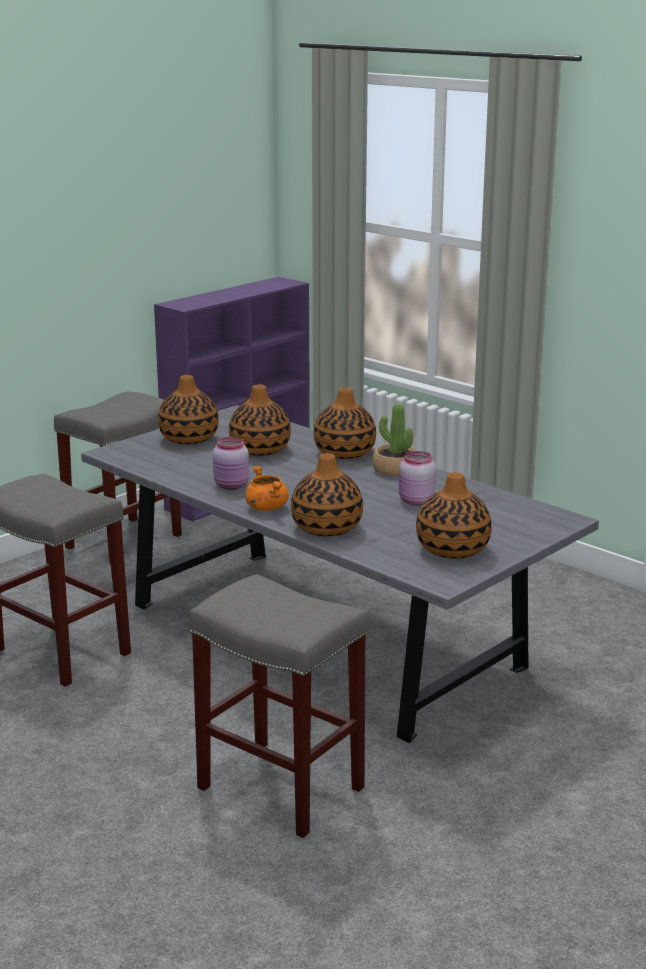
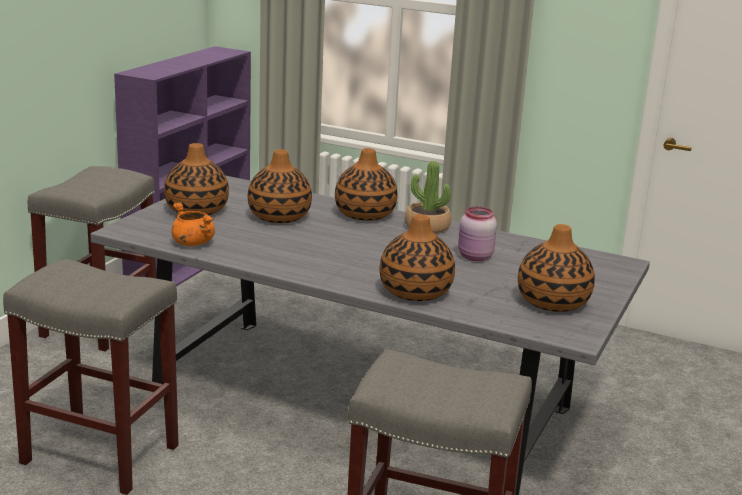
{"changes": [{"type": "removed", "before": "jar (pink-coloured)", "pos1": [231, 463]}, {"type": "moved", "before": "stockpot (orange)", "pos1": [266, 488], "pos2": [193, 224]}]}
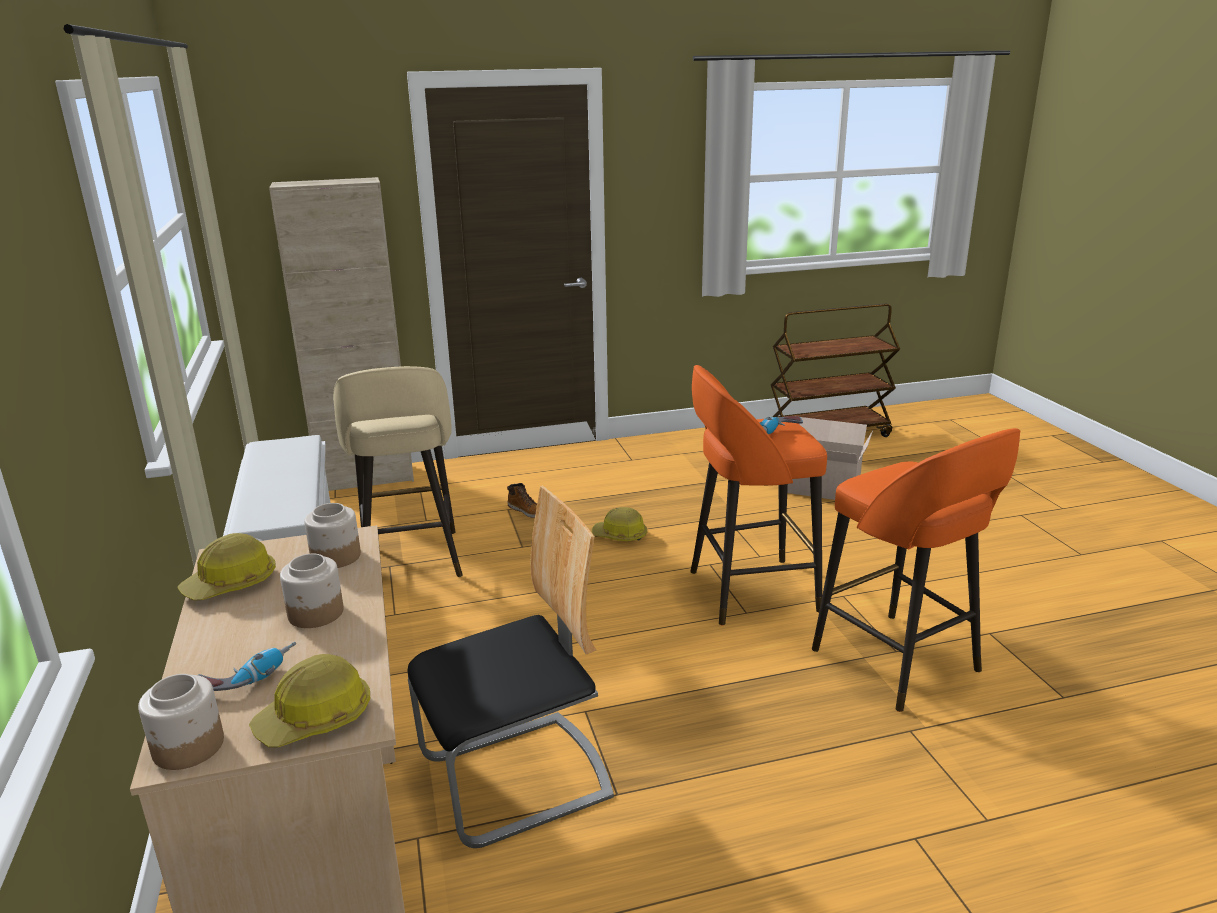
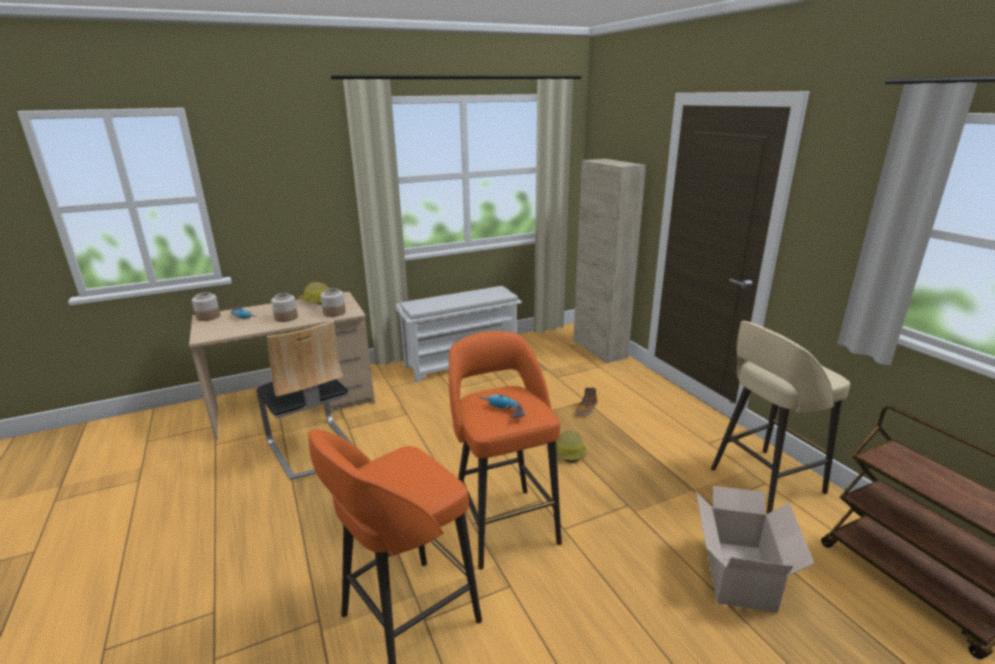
{"changes": [{"type": "removed", "before": "work helmet", "pos1": [309, 700]}, {"type": "moved", "before": "stool (beige)", "pos1": [398, 471], "pos2": [780, 417]}]}
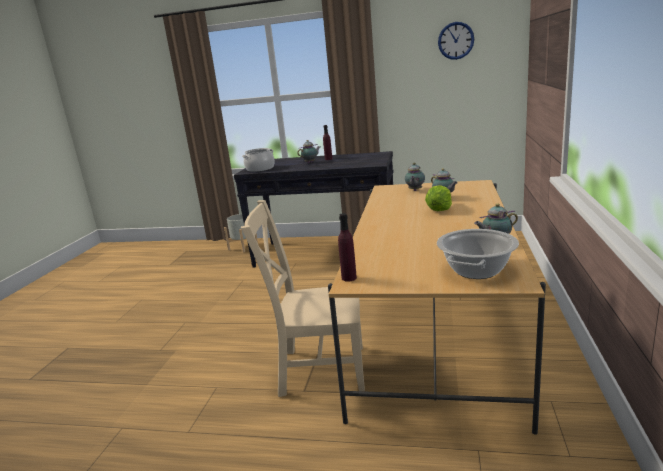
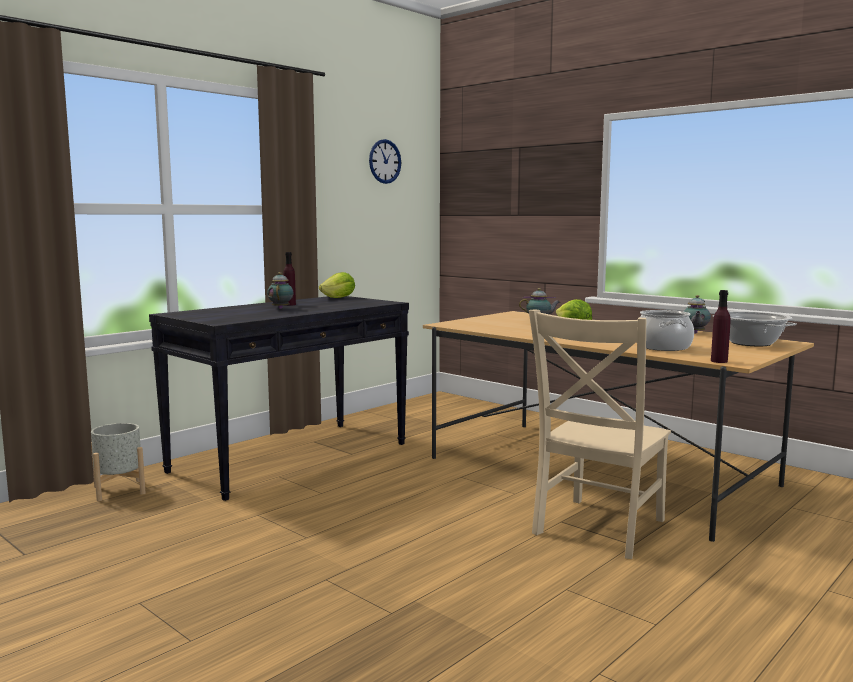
{"changes": [{"type": "removed", "before": "teapot", "pos1": [415, 177]}, {"type": "added", "after": "lettuce", "pos2": [337, 285]}, {"type": "moved", "before": "stockpot", "pos1": [258, 160], "pos2": [667, 330]}]}
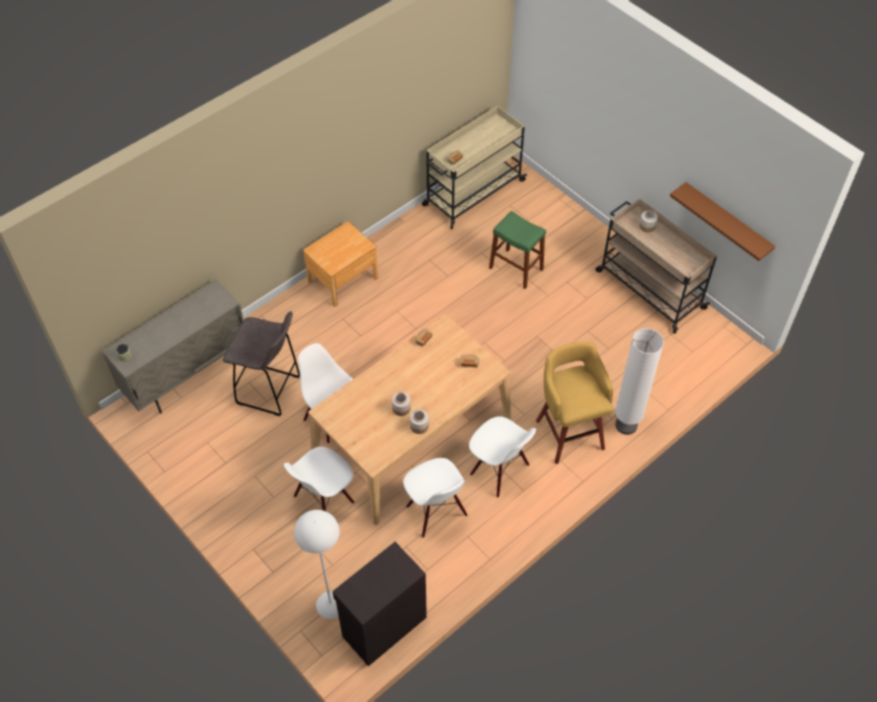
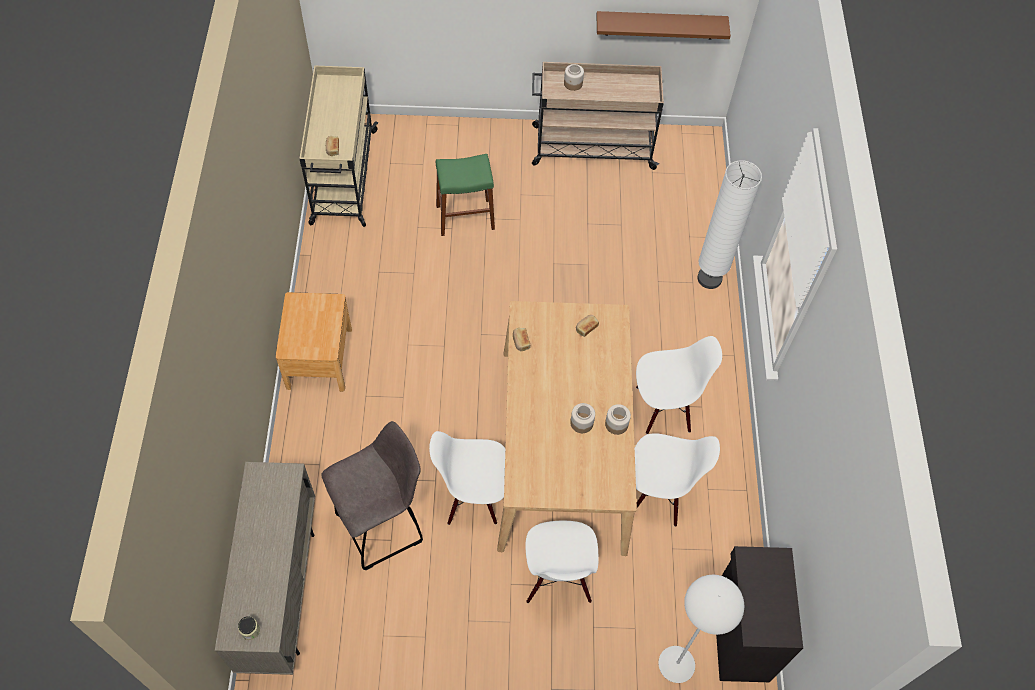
{"changes": [{"type": "removed", "before": "stool (yellow-coloured)", "pos1": [574, 403]}]}
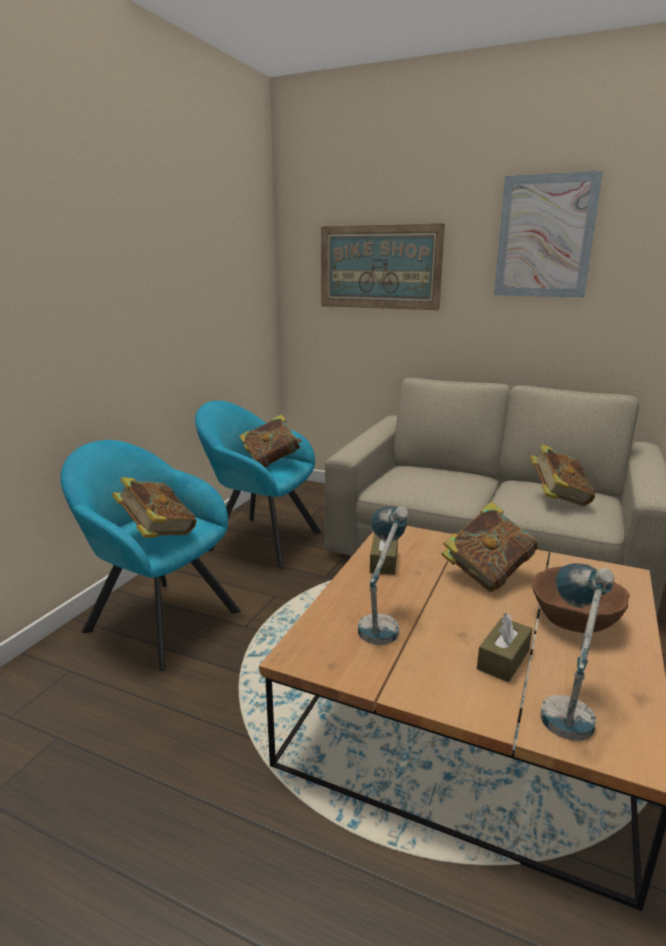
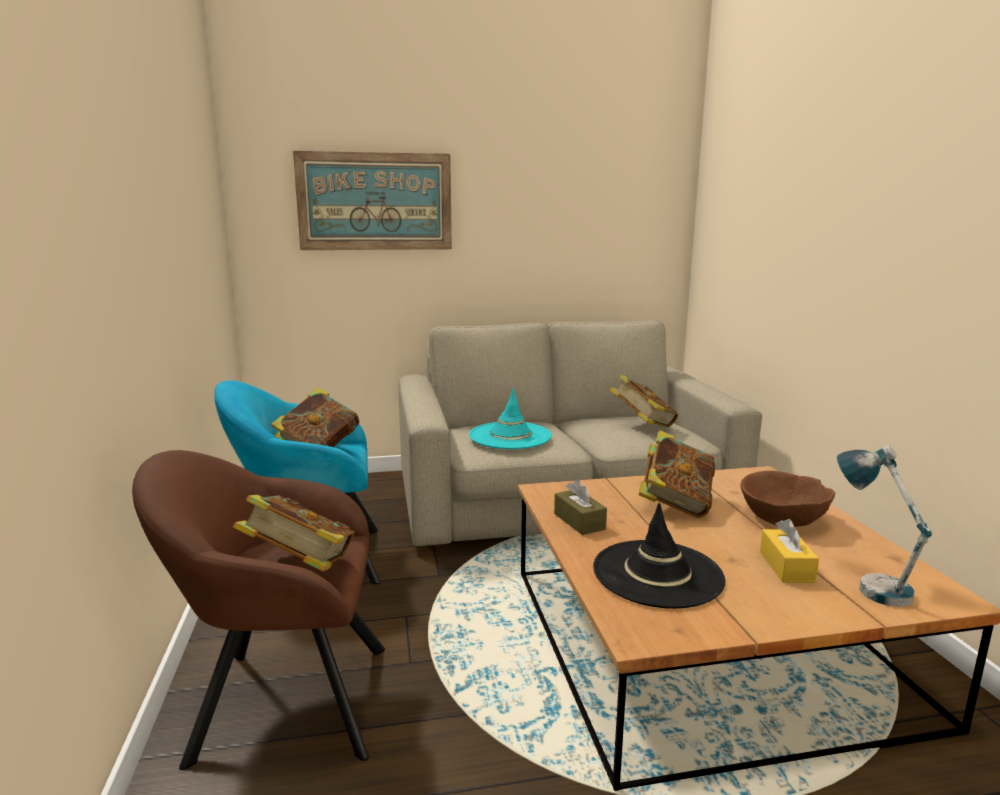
{"changes": [{"type": "removed", "before": "wall picture", "pos1": [548, 234]}, {"type": "added", "after": "hat (turquoise-coloured)", "pos2": [510, 418]}, {"type": "replaced", "before": "table lamp", "after": "hat (black)", "pos1": [383, 575], "pos2": [659, 555]}, {"type": "recoloured", "before": "armchair (turquoise-coloured)", "after": "armchair (brown-coloured)", "pos1": [150, 555], "pos2": [258, 610]}, {"type": "recoloured", "before": "tissue holder (brown-coloured)", "after": "tissue holder (yellow-coloured)", "pos1": [505, 647], "pos2": [789, 551]}]}
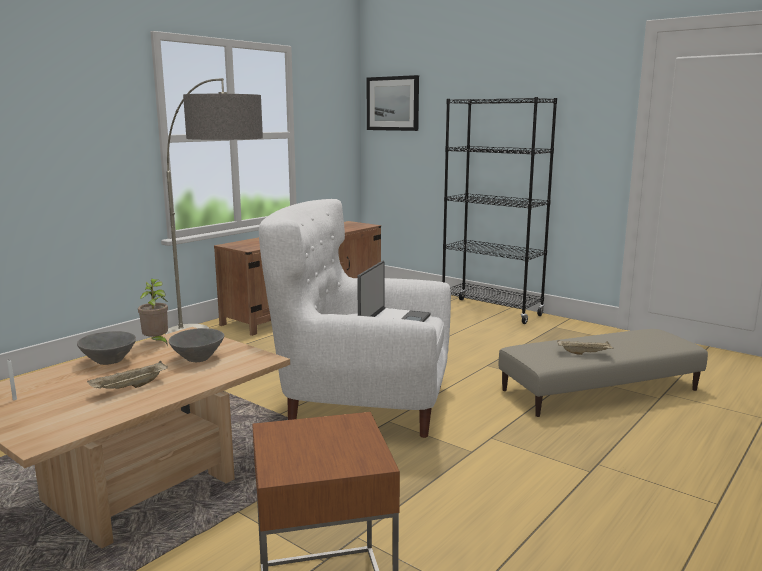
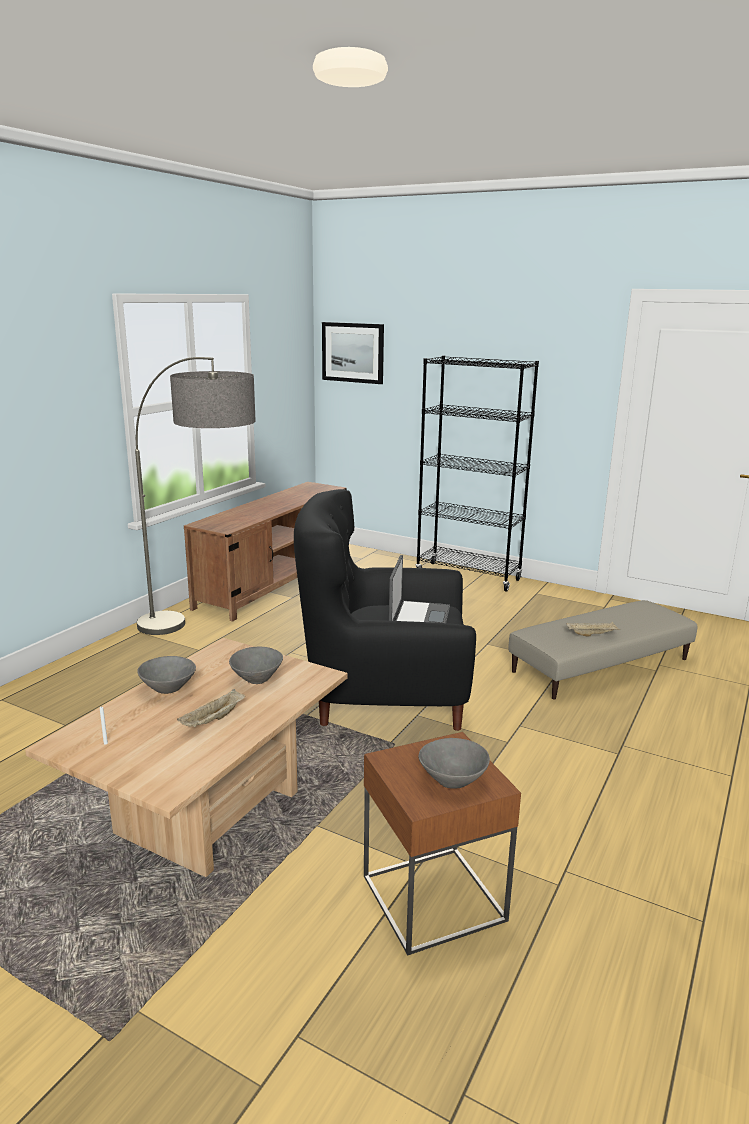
{"changes": [{"type": "removed", "before": "potted plant", "pos1": [153, 311]}, {"type": "added", "after": "serving bowl (grey)", "pos2": [454, 763]}, {"type": "recoloured", "before": "armchair (whitish)", "after": "armchair (black)", "pos1": [355, 318], "pos2": [385, 610]}]}
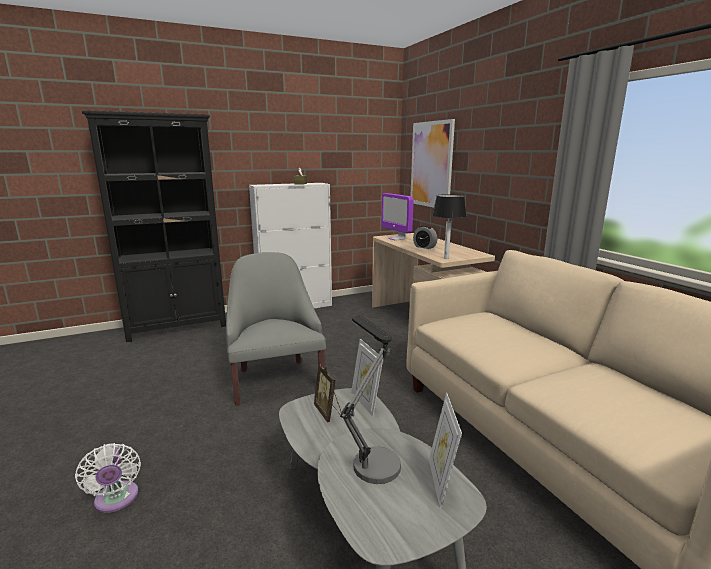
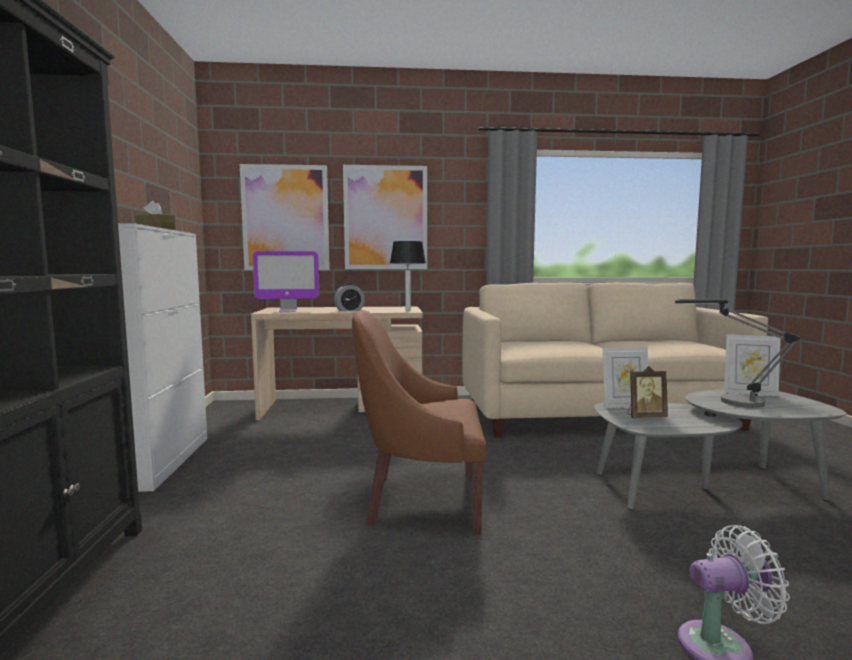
{"changes": [{"type": "added", "after": "wall picture", "pos2": [385, 217]}, {"type": "recoloured", "before": "armchair (grey)", "after": "armchair (brown-coloured)", "pos1": [276, 329], "pos2": [419, 422]}]}
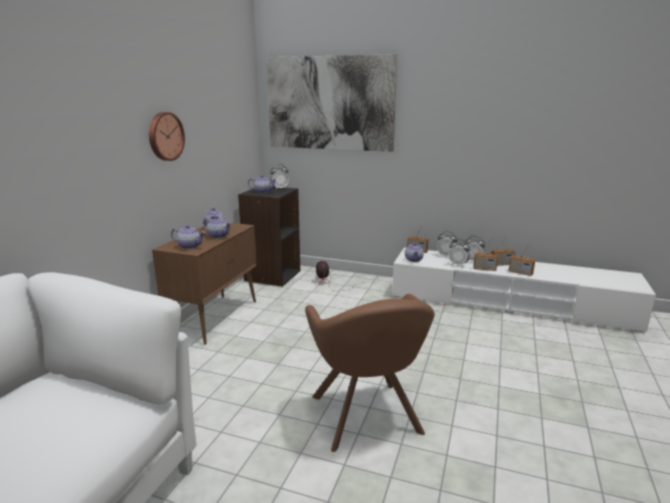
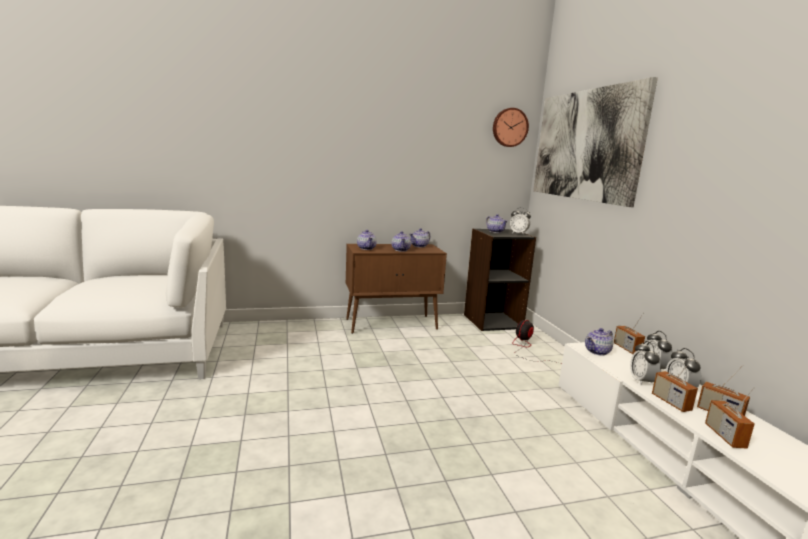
{"changes": [{"type": "removed", "before": "armchair (brown-coloured)", "pos1": [370, 373]}, {"type": "moved", "before": "wall clock", "pos1": [167, 136], "pos2": [511, 127]}]}
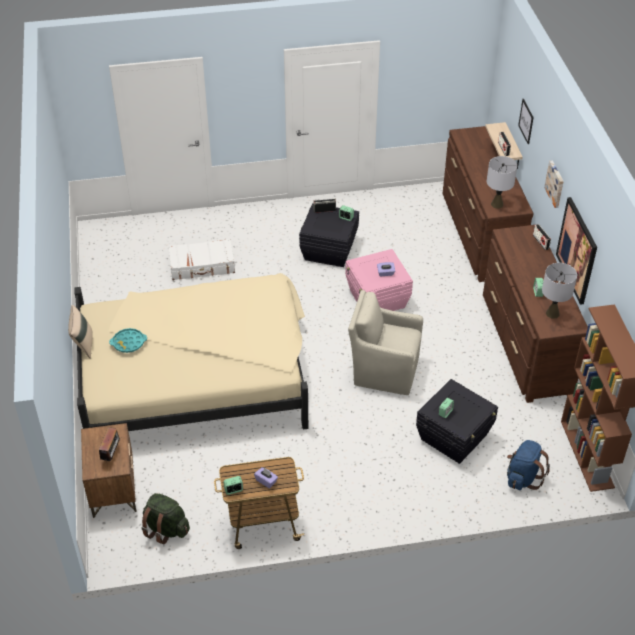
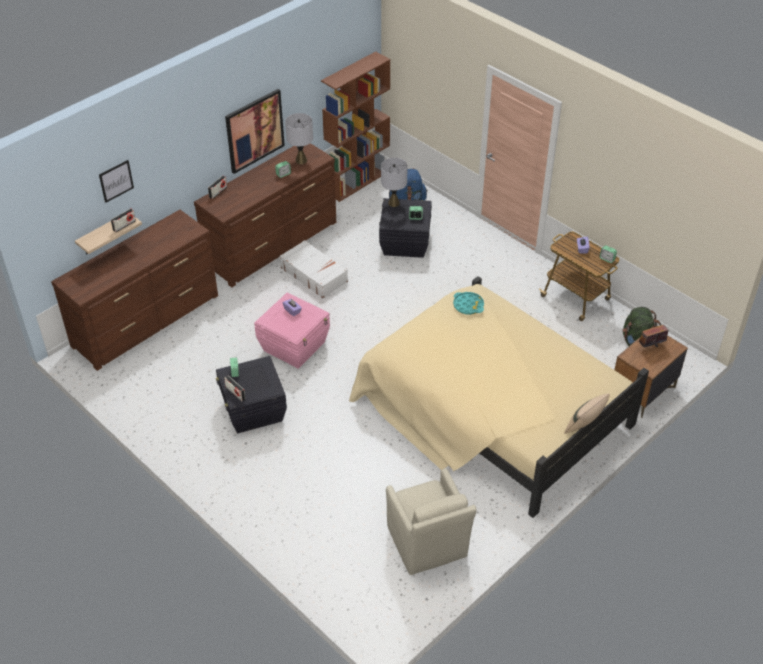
{"changes": [{"type": "removed", "before": "wall picture", "pos1": [554, 184]}, {"type": "moved", "before": "serving tray (turquoise-coloured)", "pos1": [128, 340], "pos2": [468, 303]}, {"type": "moved", "before": "suitcase (whitish)", "pos1": [201, 259], "pos2": [314, 269]}, {"type": "moved", "before": "armchair (beige)", "pos1": [385, 342], "pos2": [431, 521]}, {"type": "moved", "before": "table lamp (grey)", "pos1": [502, 182], "pos2": [394, 182]}]}
